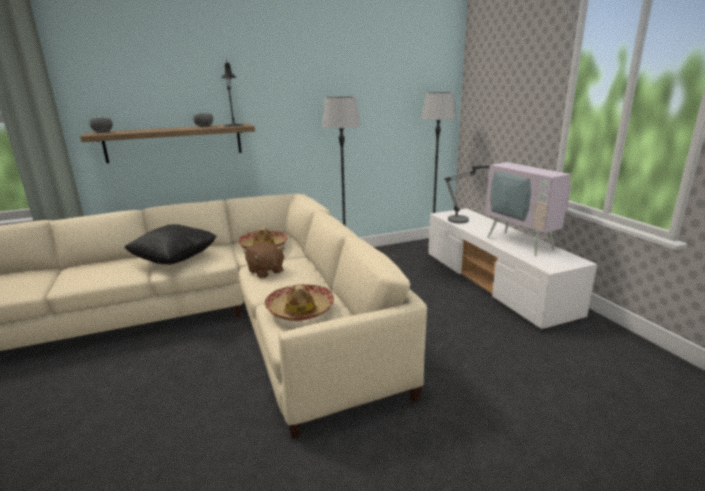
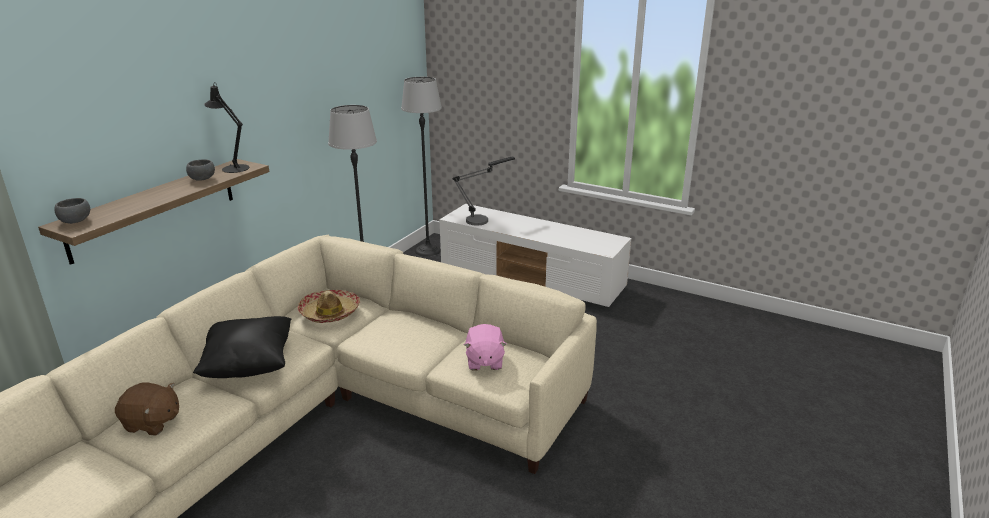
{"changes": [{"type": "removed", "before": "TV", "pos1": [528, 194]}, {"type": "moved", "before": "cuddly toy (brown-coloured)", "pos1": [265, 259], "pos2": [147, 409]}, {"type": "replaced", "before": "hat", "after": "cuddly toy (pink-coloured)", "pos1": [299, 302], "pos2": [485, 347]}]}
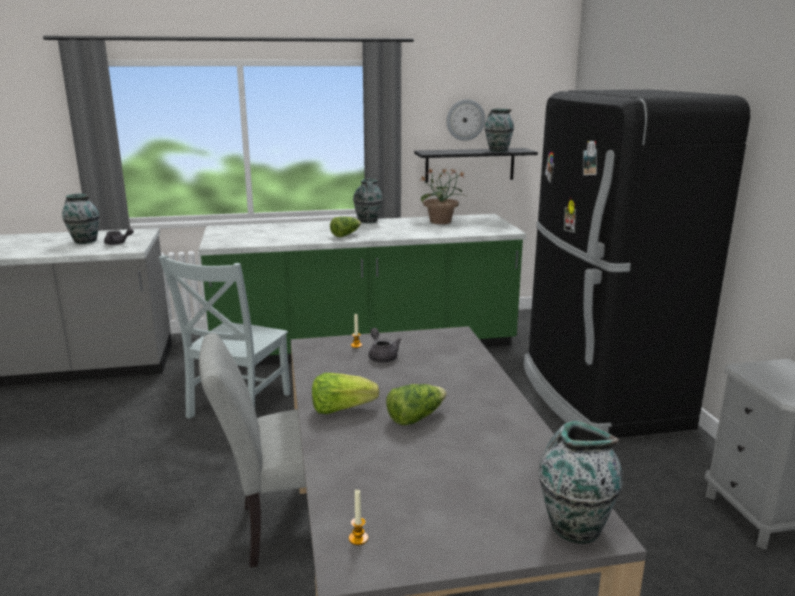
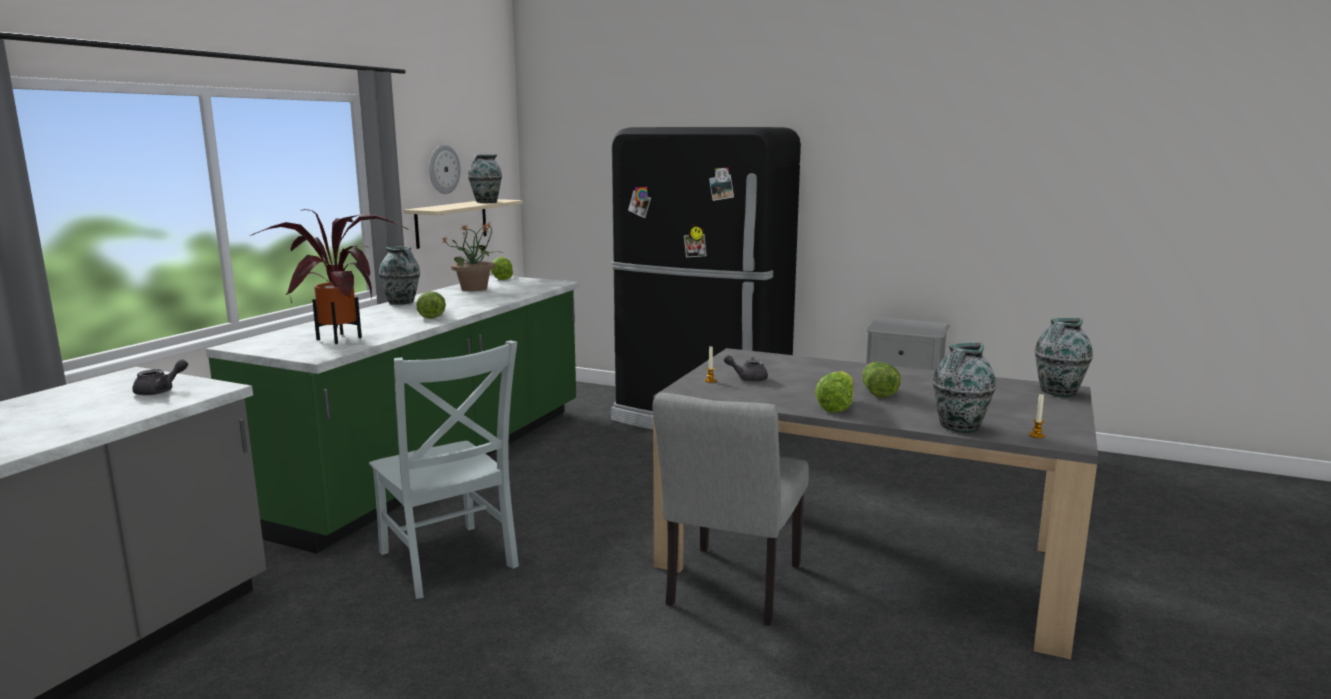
{"changes": [{"type": "added", "after": "potted plant", "pos2": [329, 276]}, {"type": "added", "after": "lettuce", "pos2": [501, 268]}, {"type": "moved", "before": "decorative vase", "pos1": [81, 219], "pos2": [964, 388]}, {"type": "recoloured", "before": "wall shelf (black)", "after": "wall shelf (beige)", "pos1": [476, 165], "pos2": [463, 224]}]}
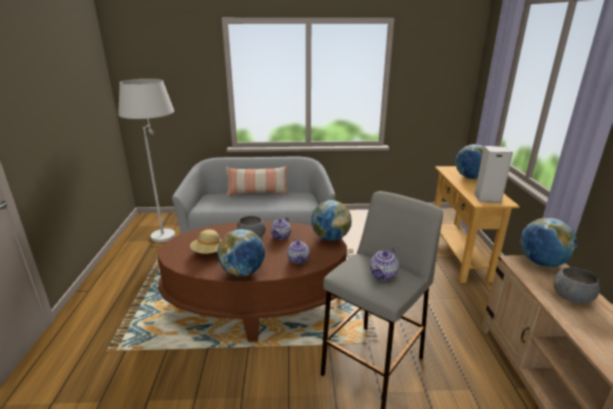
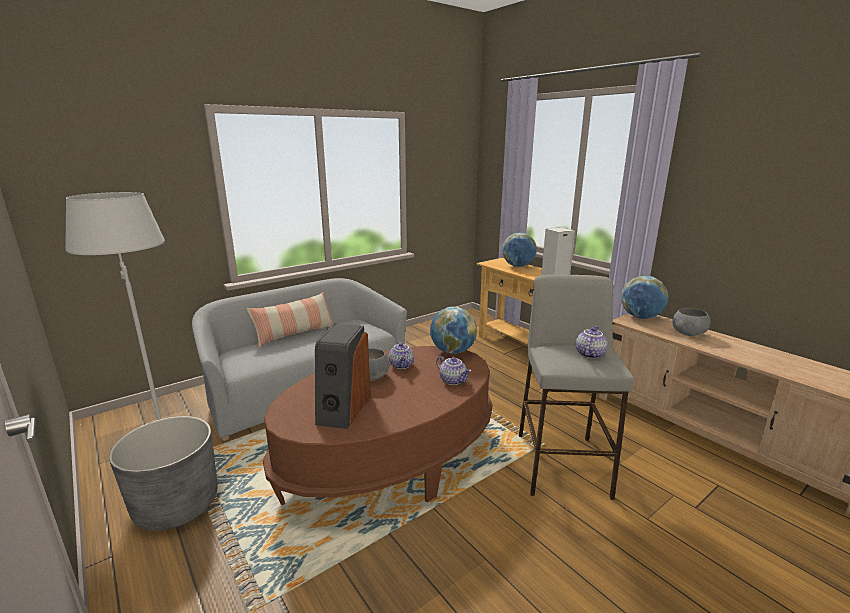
{"changes": [{"type": "removed", "before": "desk globe", "pos1": [241, 252]}, {"type": "added", "after": "plant pot (grey)", "pos2": [163, 473]}, {"type": "replaced", "before": "hat (beige)", "after": "speaker", "pos1": [205, 241], "pos2": [343, 376]}, {"type": "turned", "before": "teapot", "pos1": [384, 263], "pos2": [591, 342], "turn": -150}]}
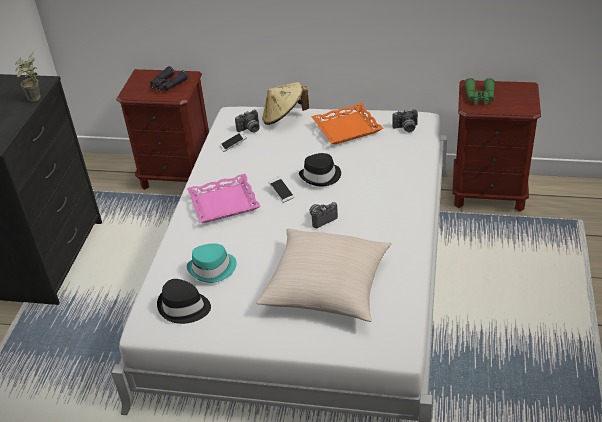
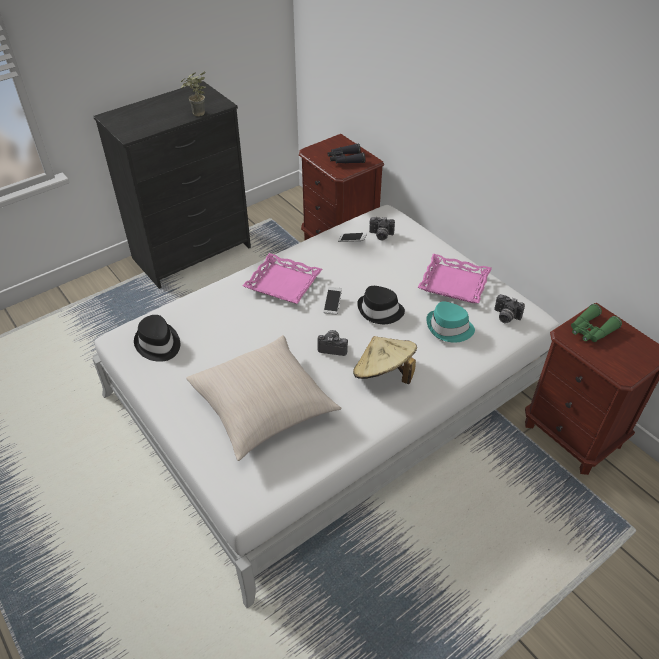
{"changes": [{"type": "moved", "before": "hat (turquoise-coloured)", "pos1": [212, 263], "pos2": [450, 322]}, {"type": "moved", "before": "hat (beige)", "pos1": [285, 103], "pos2": [385, 360]}, {"type": "recoloured", "before": "serving tray (orange)", "after": "serving tray (pink-coloured)", "pos1": [347, 123], "pos2": [455, 278]}]}
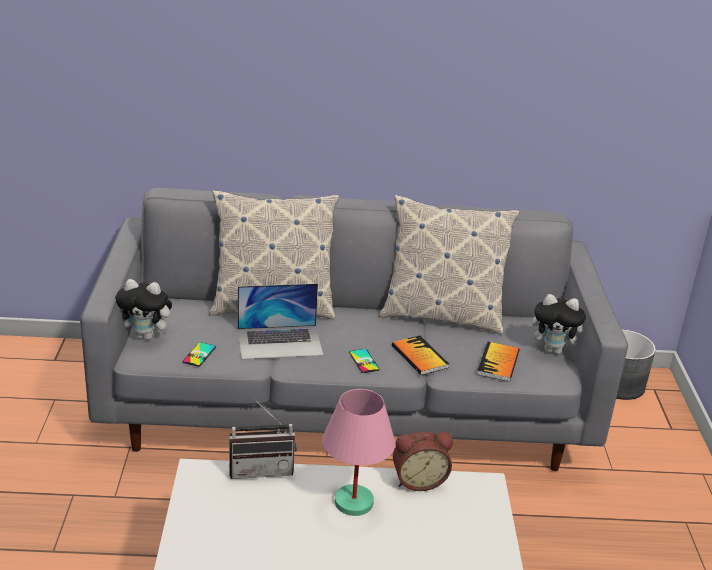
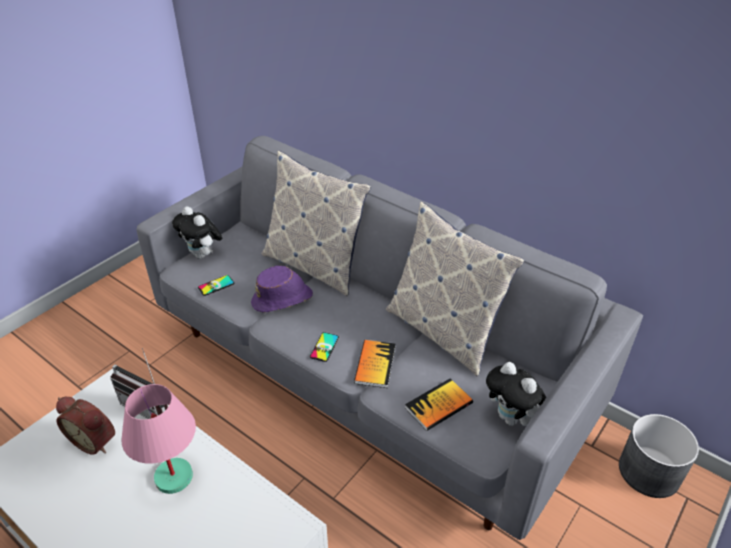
{"changes": [{"type": "moved", "before": "alarm clock", "pos1": [423, 461], "pos2": [85, 426]}, {"type": "replaced", "before": "portable computer", "after": "hat (purple)", "pos1": [280, 321], "pos2": [282, 289]}]}
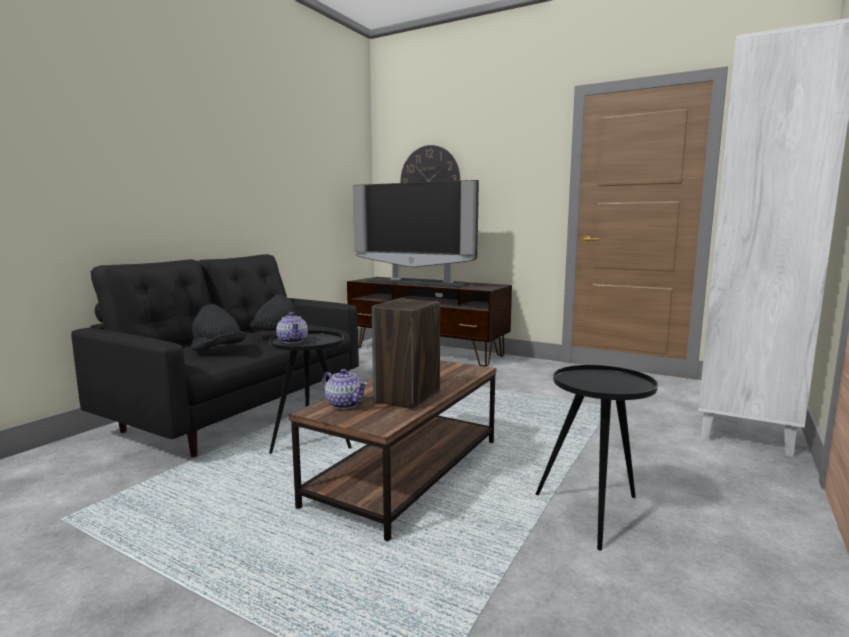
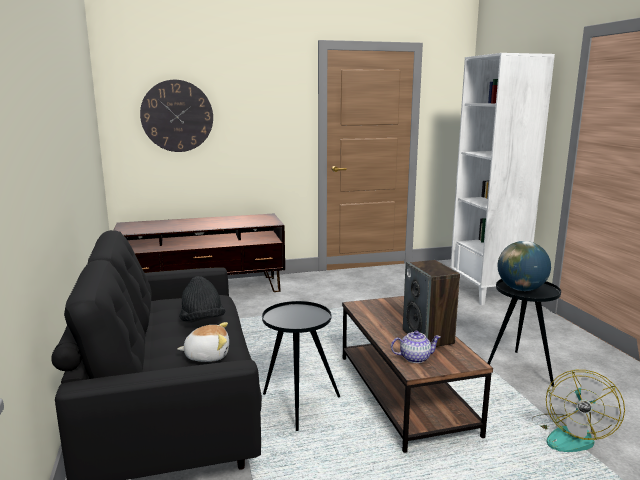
{"changes": [{"type": "removed", "before": "teapot", "pos1": [292, 328]}, {"type": "removed", "before": "TV", "pos1": [416, 233]}, {"type": "added", "after": "desk globe", "pos2": [524, 266]}, {"type": "added", "after": "electric fan", "pos2": [579, 411]}, {"type": "replaced", "before": "hat (black)", "after": "cuddly toy", "pos1": [218, 327], "pos2": [203, 342]}]}
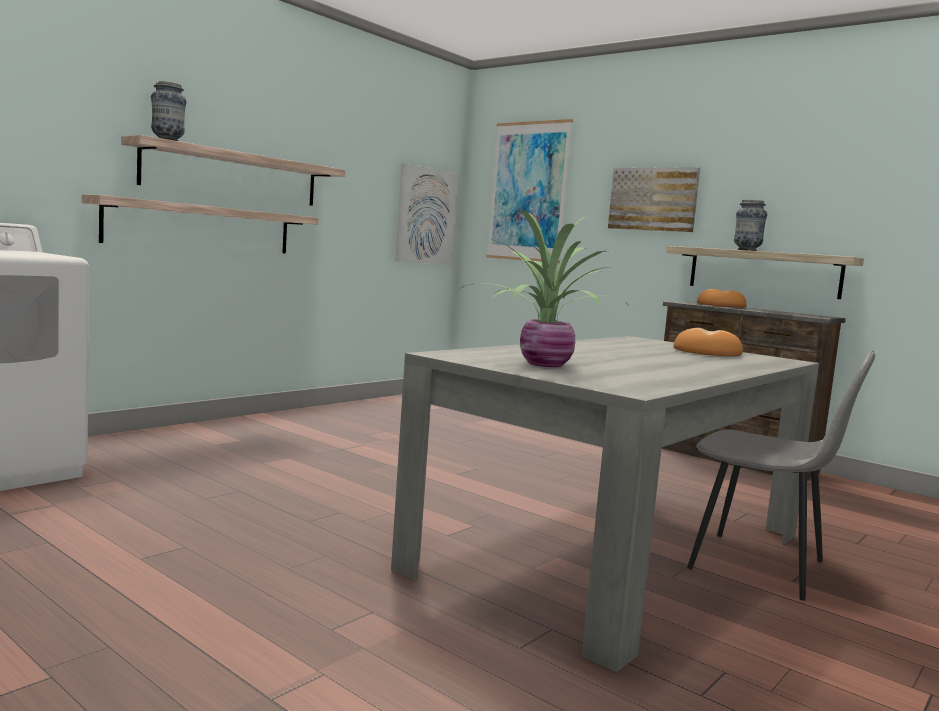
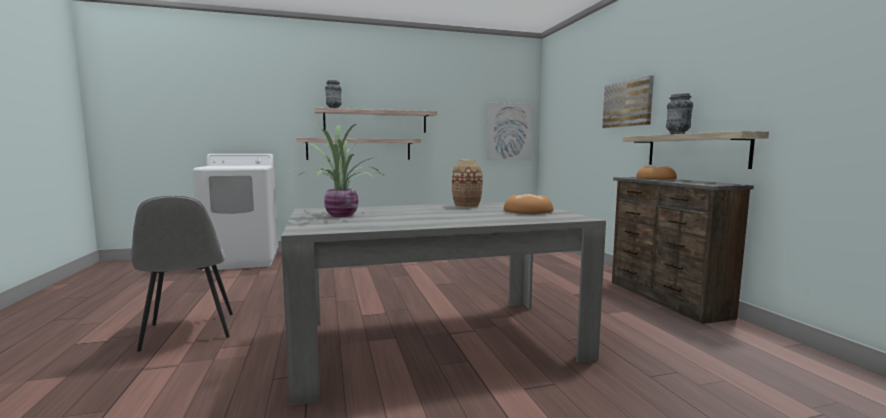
{"changes": [{"type": "removed", "before": "wall picture", "pos1": [529, 191]}, {"type": "added", "after": "decorative vase", "pos2": [467, 184]}, {"type": "moved", "before": "plain chair (grey)", "pos1": [781, 476], "pos2": [182, 273]}]}
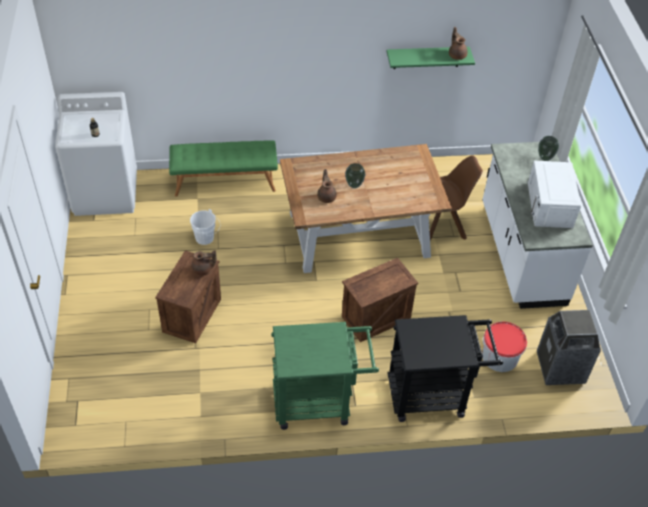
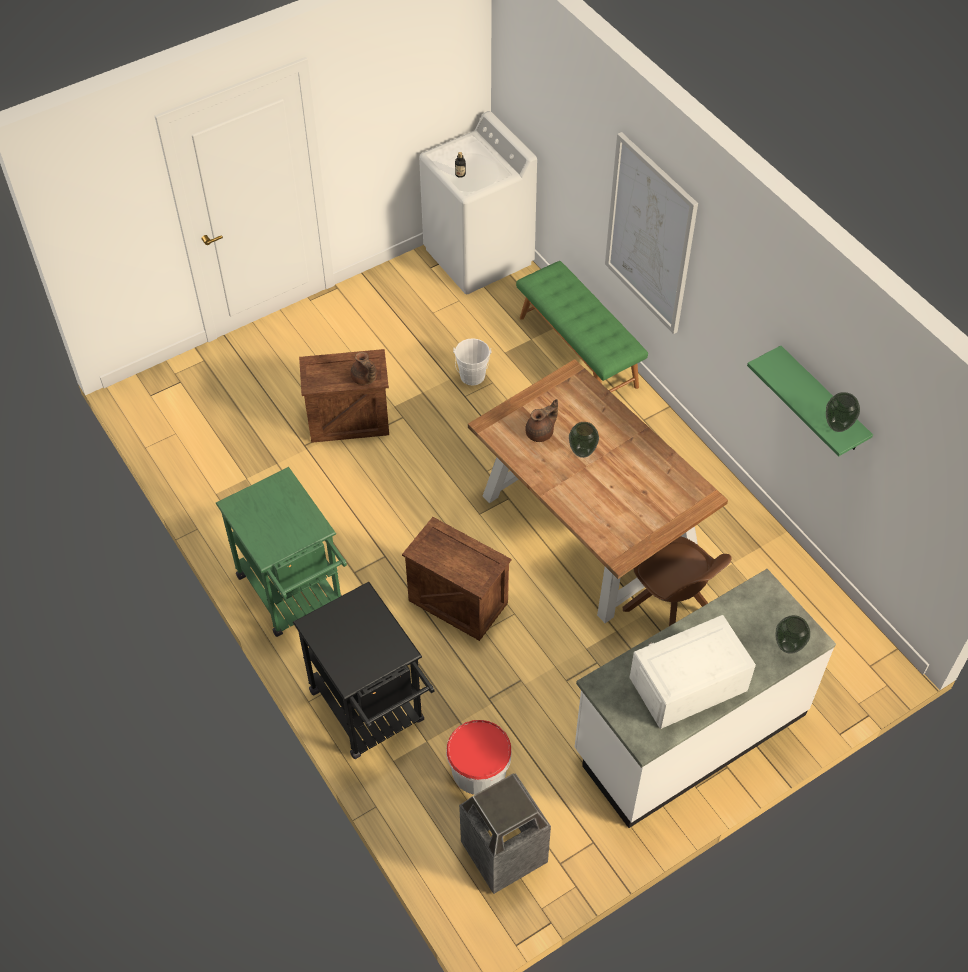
{"changes": [{"type": "added", "after": "wall picture", "pos2": [651, 233]}, {"type": "replaced", "before": "teapot (brown-coloured)", "after": "decorative vase", "pos1": [458, 43], "pos2": [843, 412]}]}
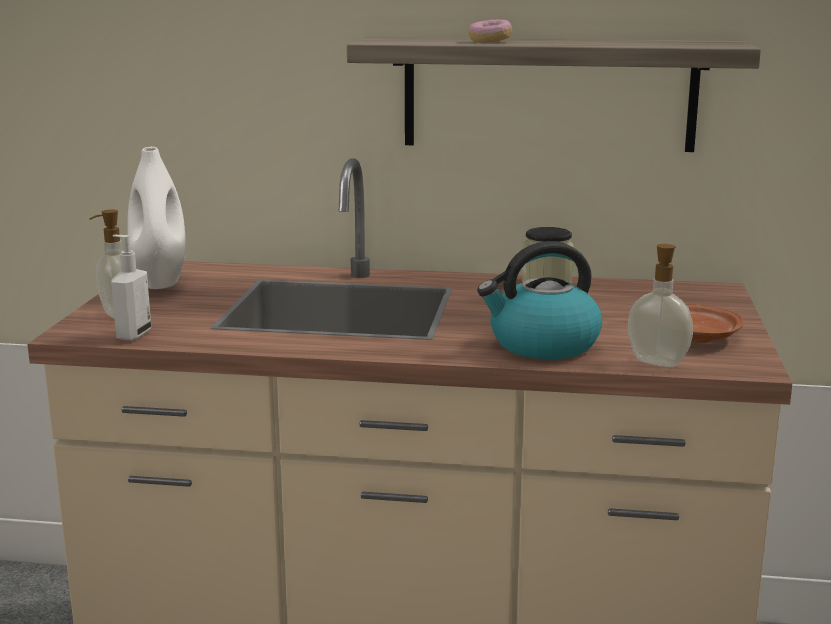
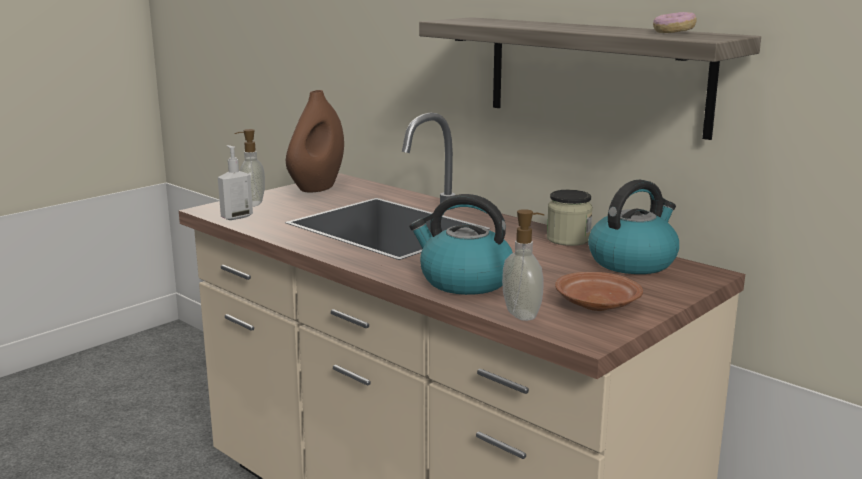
{"changes": [{"type": "added", "after": "tea kettle", "pos2": [633, 227]}, {"type": "moved", "before": "donut", "pos1": [490, 31], "pos2": [675, 22]}, {"type": "recoloured", "before": "decorative vase (whitish)", "after": "decorative vase (brown-coloured)", "pos1": [157, 218], "pos2": [315, 141]}]}
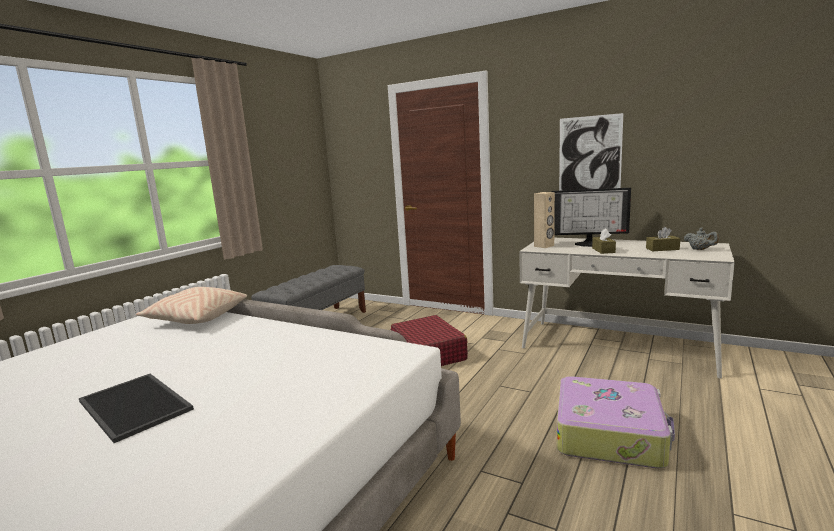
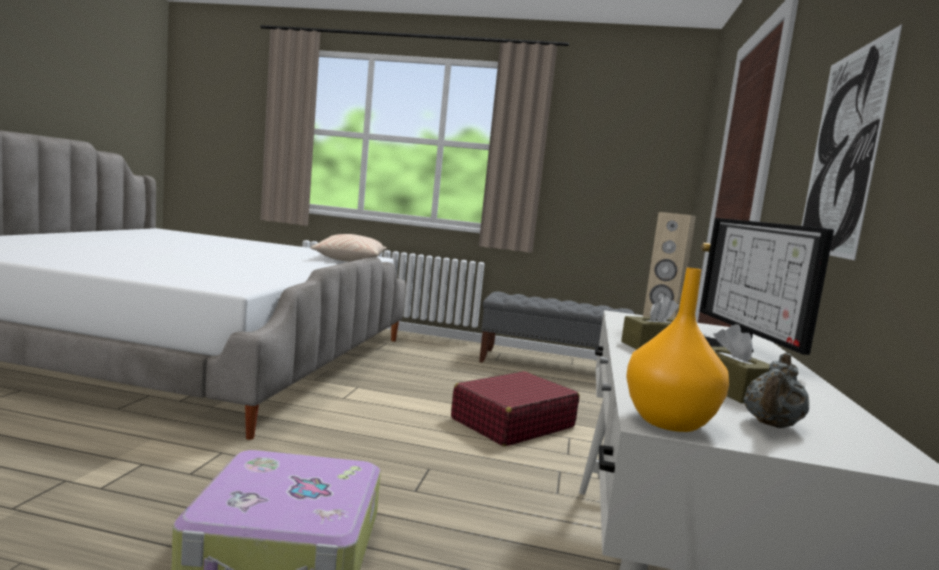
{"changes": [{"type": "removed", "before": "serving tray", "pos1": [136, 408]}, {"type": "added", "after": "decorative vase (orange)", "pos2": [677, 350]}]}
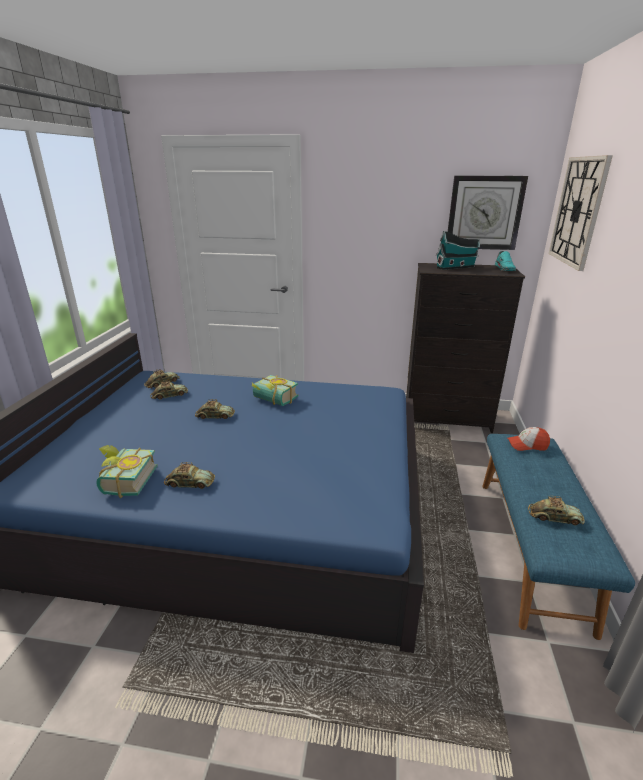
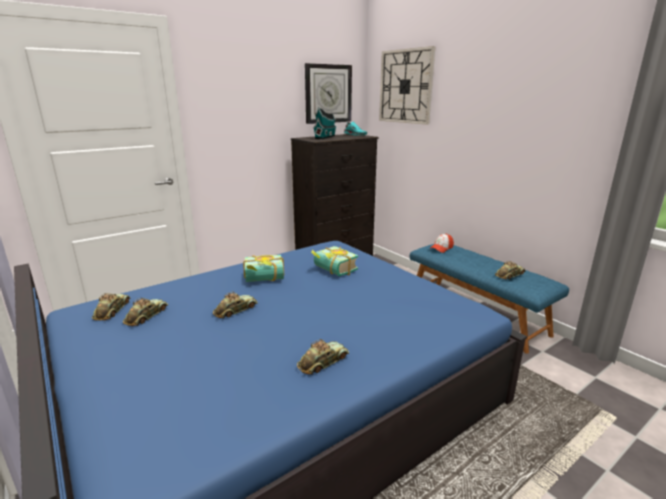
{"changes": [{"type": "moved", "before": "bound book", "pos1": [127, 471], "pos2": [334, 261]}]}
